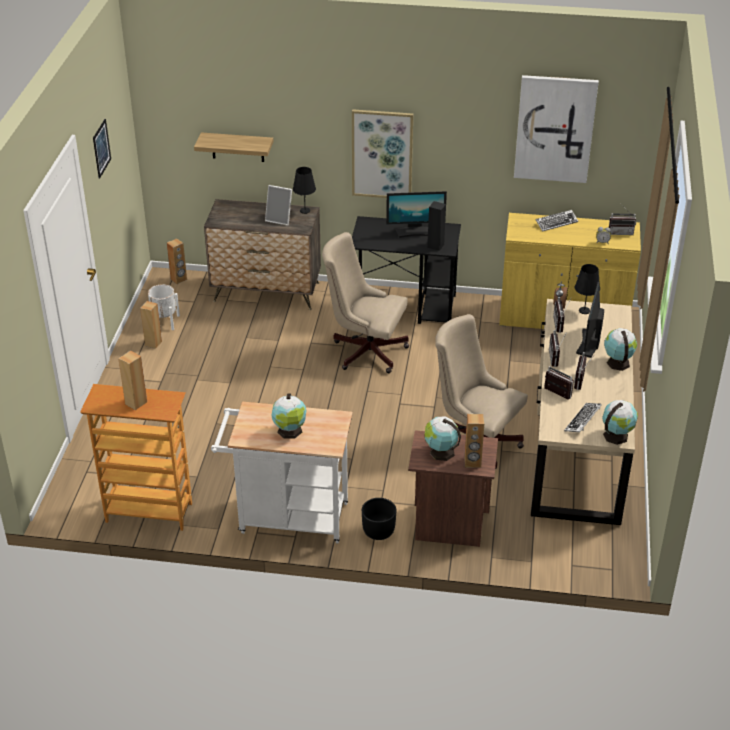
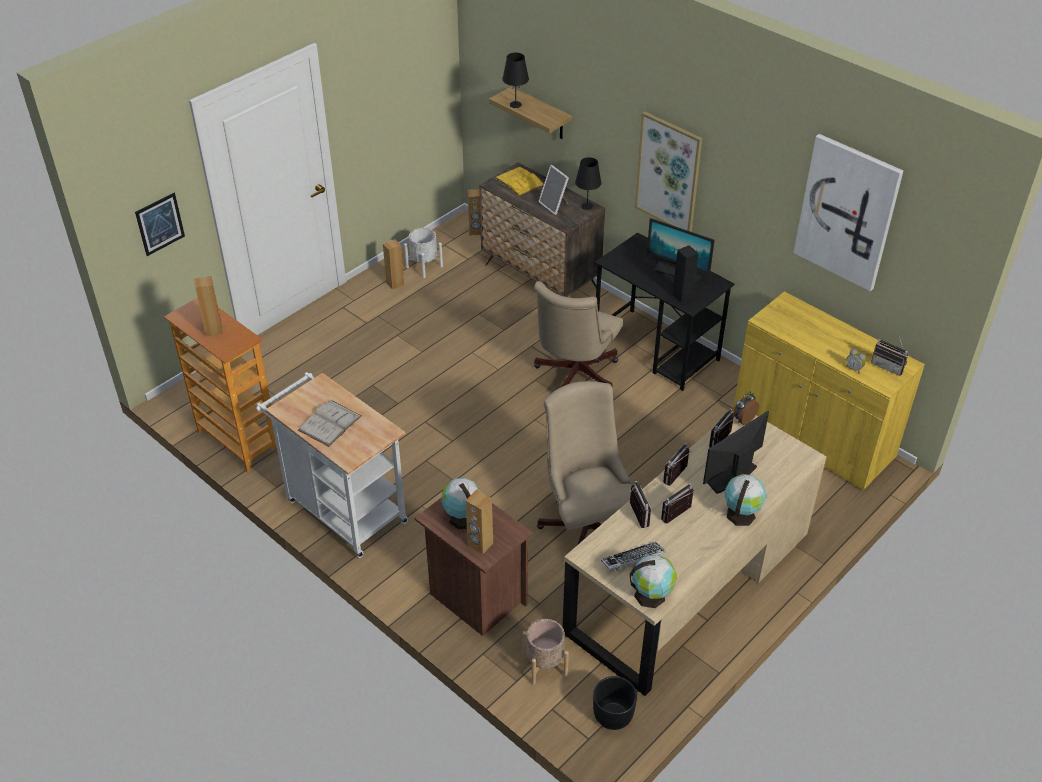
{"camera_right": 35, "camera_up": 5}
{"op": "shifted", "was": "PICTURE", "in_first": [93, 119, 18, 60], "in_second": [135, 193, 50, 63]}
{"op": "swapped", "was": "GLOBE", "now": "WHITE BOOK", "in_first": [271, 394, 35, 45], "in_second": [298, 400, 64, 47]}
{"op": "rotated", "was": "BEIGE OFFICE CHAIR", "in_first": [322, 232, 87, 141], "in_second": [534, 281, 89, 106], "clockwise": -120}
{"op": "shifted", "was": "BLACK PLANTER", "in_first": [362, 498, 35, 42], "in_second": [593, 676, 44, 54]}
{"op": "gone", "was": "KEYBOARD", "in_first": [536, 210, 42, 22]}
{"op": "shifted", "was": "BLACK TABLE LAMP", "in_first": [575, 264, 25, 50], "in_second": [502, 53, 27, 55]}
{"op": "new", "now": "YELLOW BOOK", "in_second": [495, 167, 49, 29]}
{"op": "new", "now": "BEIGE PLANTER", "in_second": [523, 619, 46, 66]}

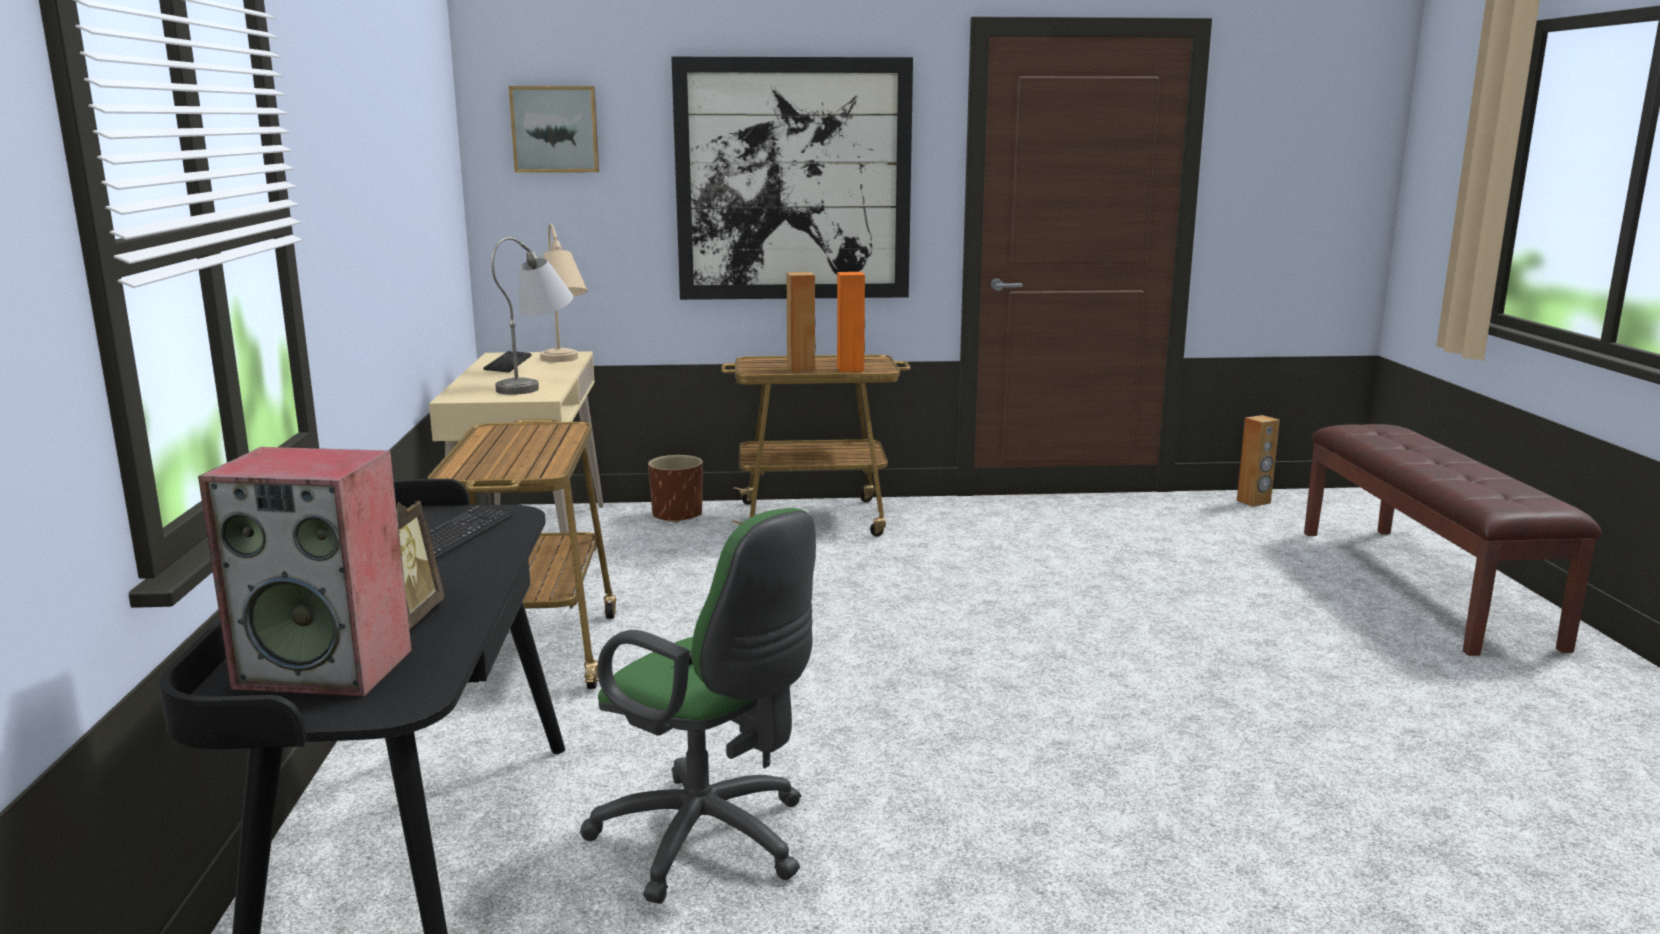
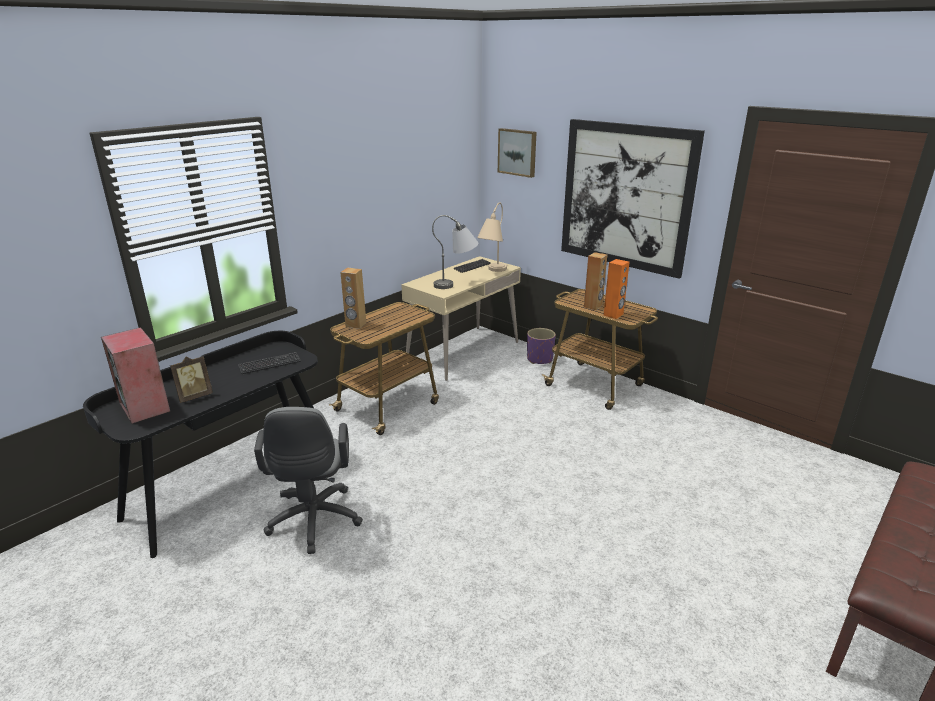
{"camera_right": 45, "camera_up": 10}
{"op": "repainted", "was": "GREEN OFFICE CHAIR", "now": "GREY OFFICE CHAIR", "in_first": [580, 508, 236, 396], "in_second": [254, 407, 109, 147]}
{"op": "repainted", "was": "BROWN PLANTER", "now": "PURPLE PLANTER", "in_first": [648, 455, 55, 68], "in_second": [527, 328, 29, 36]}
{"op": "shifted", "was": "BROWN SPEAKER", "in_first": [1237, 415, 43, 92], "in_second": [340, 268, 26, 61]}

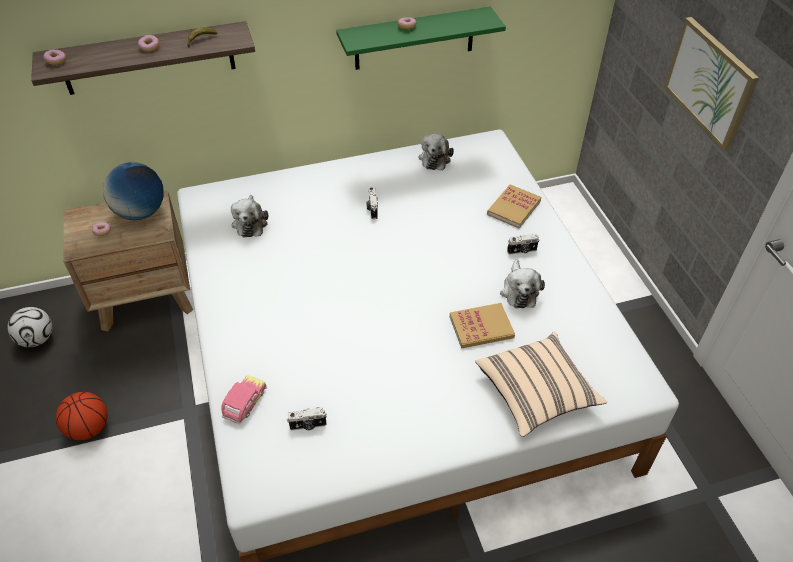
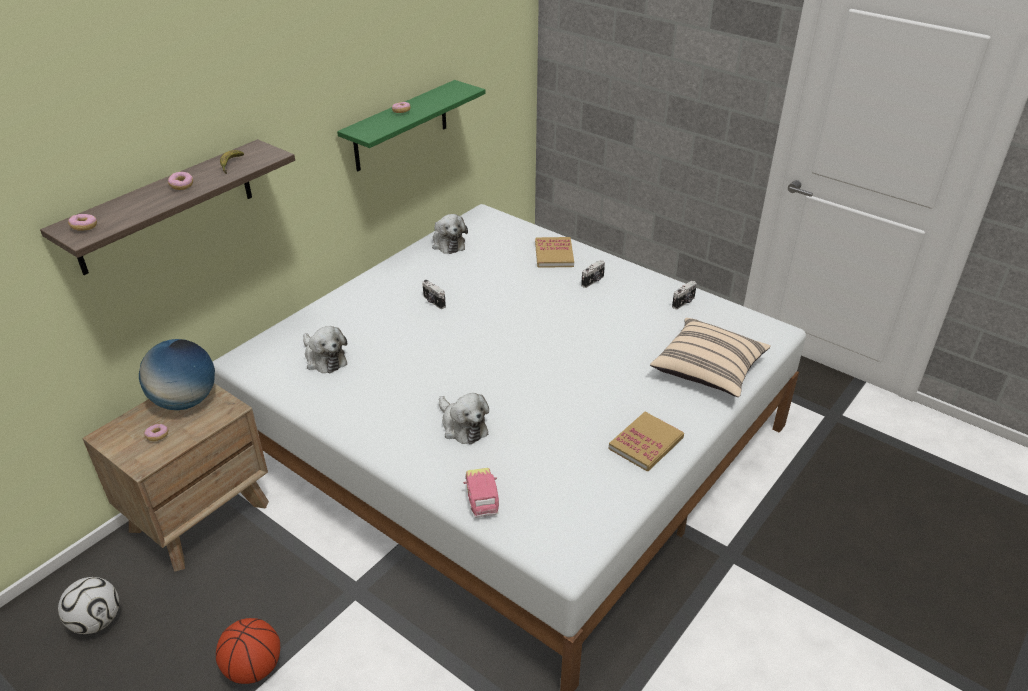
{"camera_right": -35, "camera_up": -10}
{"op": "shifted", "was": "PHOTO CAMERA", "in_first": [287, 407, 40, 23], "in_second": [672, 281, 25, 28]}
{"op": "shifted", "was": "BOOK", "in_first": [450, 303, 65, 45], "in_second": [609, 412, 75, 60]}
{"op": "shifted", "was": "PLUSH TOY", "in_first": [500, 259, 45, 49], "in_second": [439, 393, 50, 51]}
{"op": "gone", "was": "PICTURE", "in_first": [664, 17, 95, 134]}

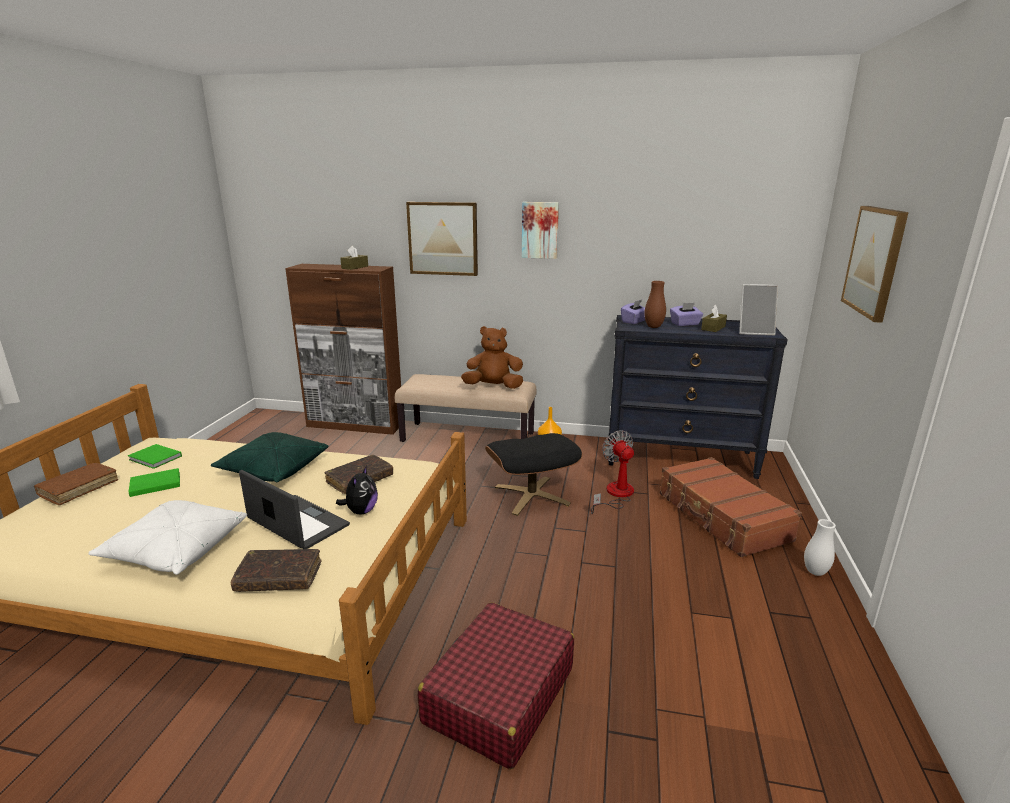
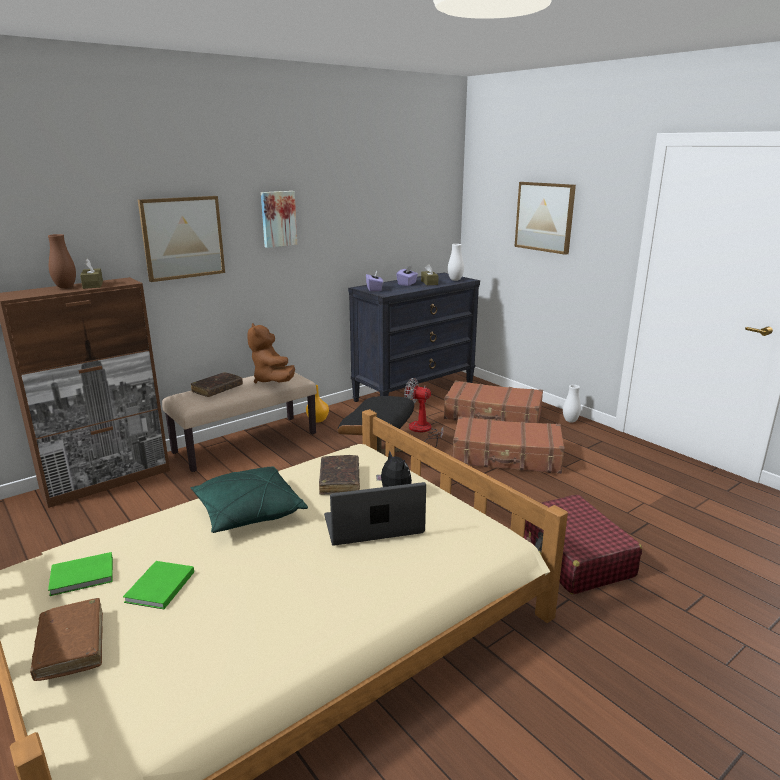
{"camera_right": -50, "camera_up": 0}
{"op": "gone", "was": "WHITE PILLOW", "in_first": [88, 500, 159, 75]}
{"op": "shifted", "was": "BROWN BOOK", "in_first": [231, 549, 91, 43], "in_second": [190, 372, 53, 25]}
{"op": "rotated", "was": "BROWN PLUSH TOY", "in_first": [461, 326, 62, 63], "in_second": [247, 323, 48, 61], "clockwise": -60}
{"op": "shifted", "was": "BROWN VASE", "in_first": [644, 281, 22, 47], "in_second": [48, 234, 28, 54]}
{"op": "swapped", "was": "PICTURE FRAME", "now": "WHITE VASE", "in_first": [739, 284, 39, 52], "in_second": [448, 244, 16, 37]}
{"op": "new", "now": "BROWN SUITCASE", "in_second": [453, 416, 112, 58]}

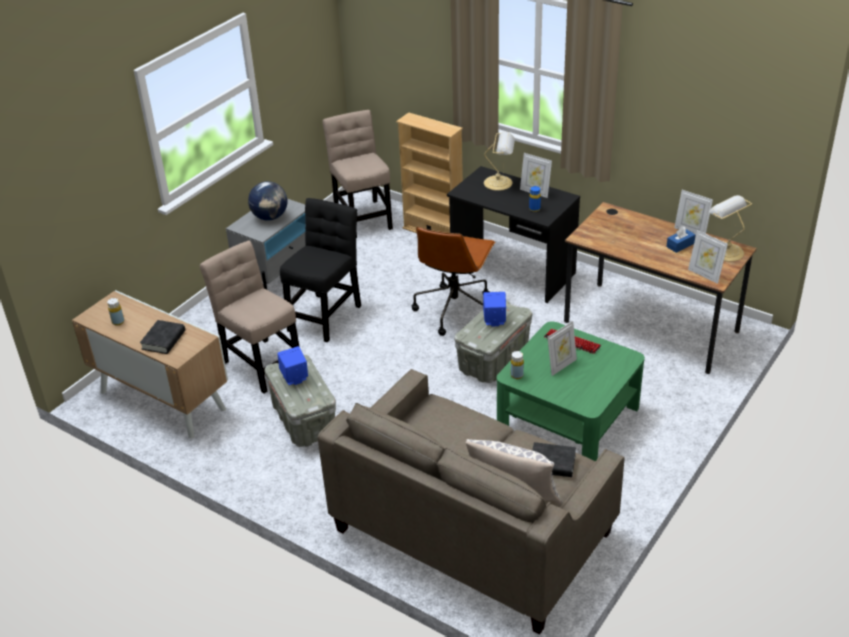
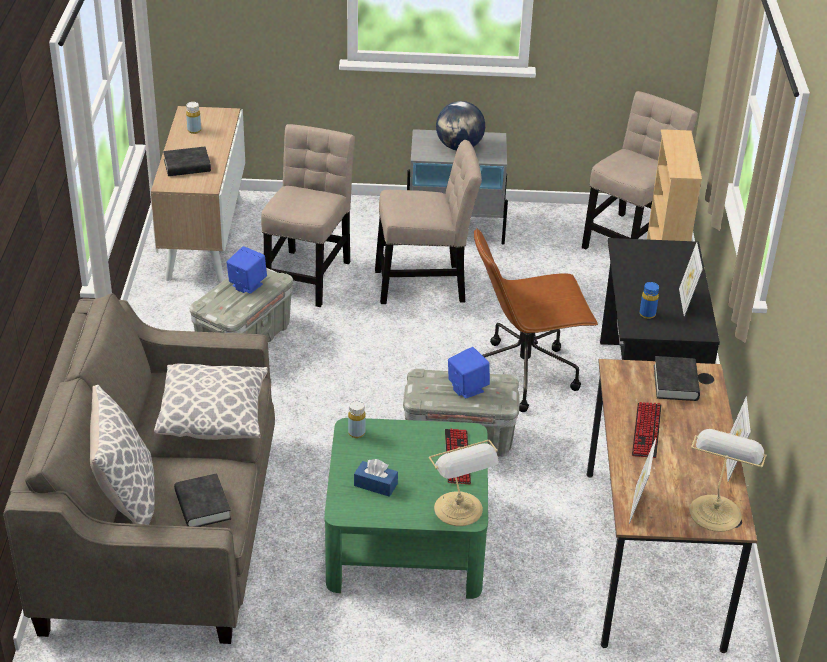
{"camera_right": 55, "camera_up": 0}
{"op": "repainted", "was": "BLACK CHAIR", "now": "BEIGE CHAIR", "in_first": [280, 198, 81, 144], "in_second": [375, 140, 107, 164]}
{"op": "shifted", "was": "TABLE LAMP", "in_first": [484, 131, 31, 60], "in_second": [429, 440, 70, 86]}
{"op": "gone", "was": "PICTURE FRAME", "in_first": [547, 321, 30, 55]}
{"op": "shifted", "was": "BLUE TISSUE BOX", "in_first": [666, 226, 30, 27], "in_second": [354, 459, 44, 38]}
{"op": "new", "now": "PILLOW", "in_second": [154, 363, 114, 77]}
{"op": "new", "now": "KEYBOARD", "in_second": [632, 402, 29, 56]}
{"op": "new", "now": "BLACK BOOK", "in_second": [654, 356, 46, 45]}

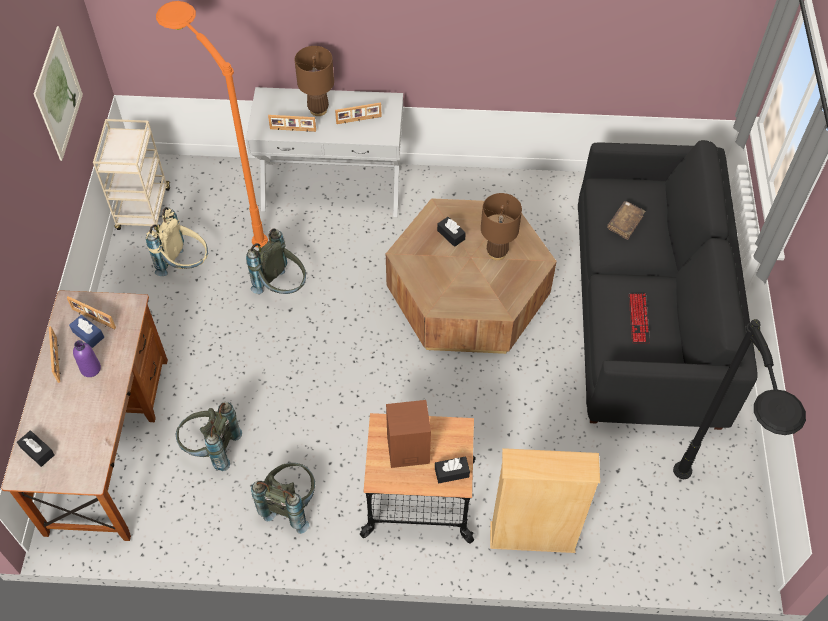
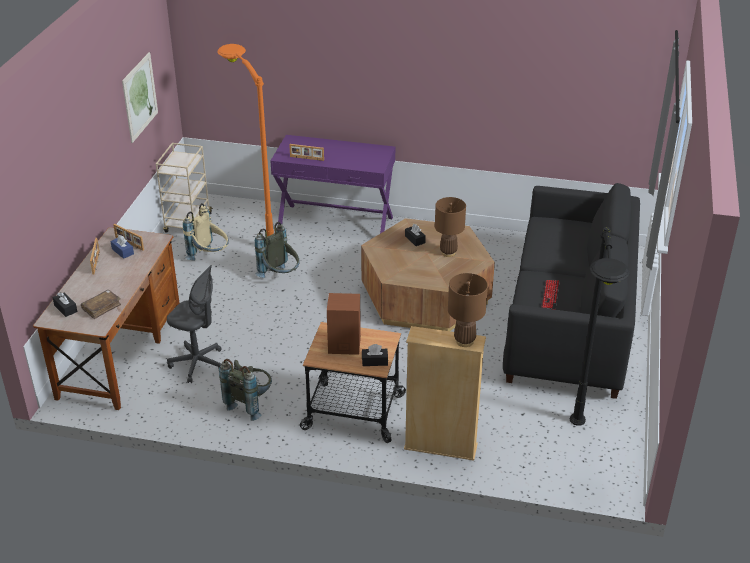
{"camera_right": 10, "camera_up": -20}
{"op": "gone", "was": "PURPLE BOTTLE", "in_first": [73, 340, 28, 37]}
{"op": "swapped", "was": "GREY BACKPACK", "now": "GREY OFFICE CHAIR", "in_first": [176, 402, 66, 69], "in_second": [167, 265, 54, 118]}
{"op": "repainted", "was": "WHITE CONSOLE TABLE", "now": "PURPLE CONSOLE TABLE", "in_first": [246, 87, 157, 130], "in_second": [270, 135, 126, 98]}
{"op": "shifted", "was": "BROWN TABLE LAMP", "in_first": [295, 46, 39, 70], "in_second": [448, 273, 40, 74]}
{"op": "gone", "was": "PICTURE FRAME", "in_first": [335, 102, 47, 22]}
{"op": "shifted", "was": "BROWN BOOK", "in_first": [607, 201, 38, 39], "in_second": [81, 290, 40, 29]}

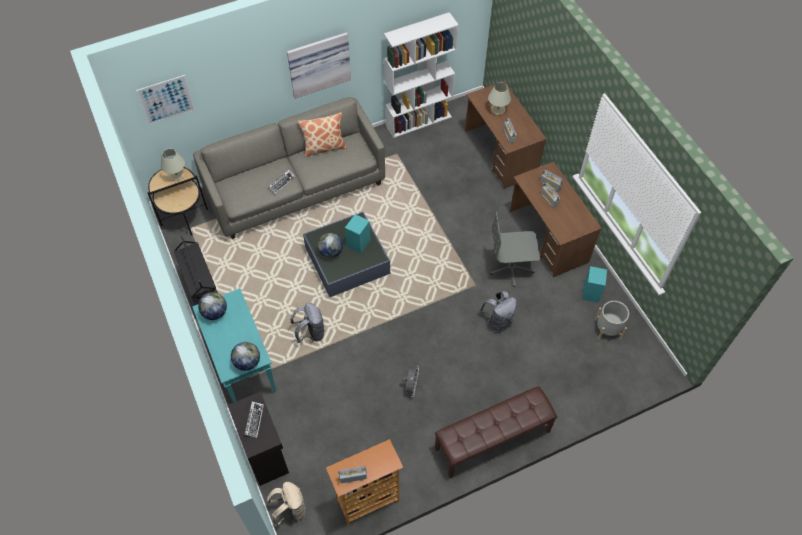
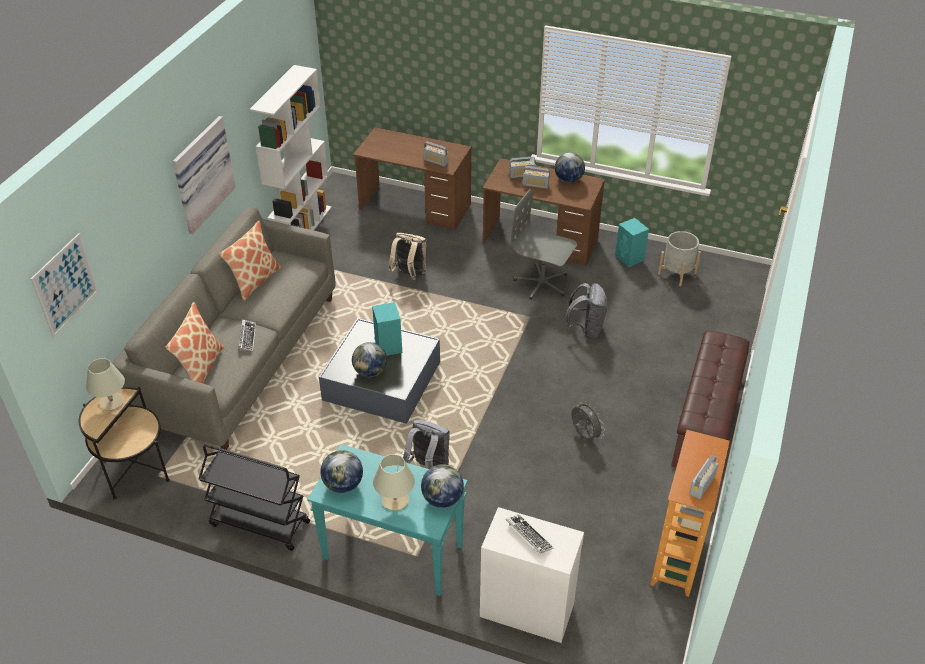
{"camera_right": -45, "camera_up": -15}
{"op": "repainted", "was": "BLACK CABINET", "now": "WHITE CABINET", "in_first": [227, 392, 62, 94], "in_second": [480, 507, 104, 136]}
{"op": "shifted", "was": "BEIGE BACKPACK", "in_first": [267, 482, 39, 45], "in_second": [388, 233, 38, 47]}
{"op": "shifted", "was": "BEIGE TABLE LAMP", "in_first": [488, 82, 23, 33], "in_second": [373, 454, 42, 57]}
{"op": "rotated", "was": "GREY OFFICE CHAIR", "in_first": [490, 212, 50, 75], "in_second": [511, 189, 66, 111], "clockwise": 75}
{"op": "new", "now": "PILLOW", "in_second": [165, 302, 59, 81]}
{"op": "new", "now": "GLOBE", "in_second": [555, 152, 30, 31]}

